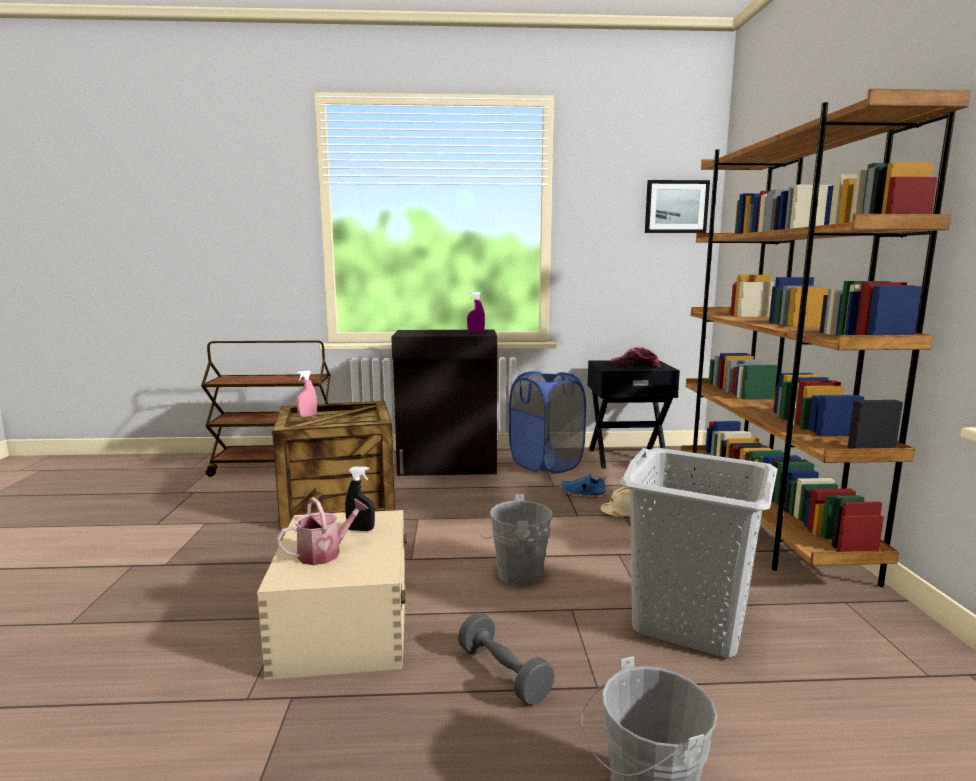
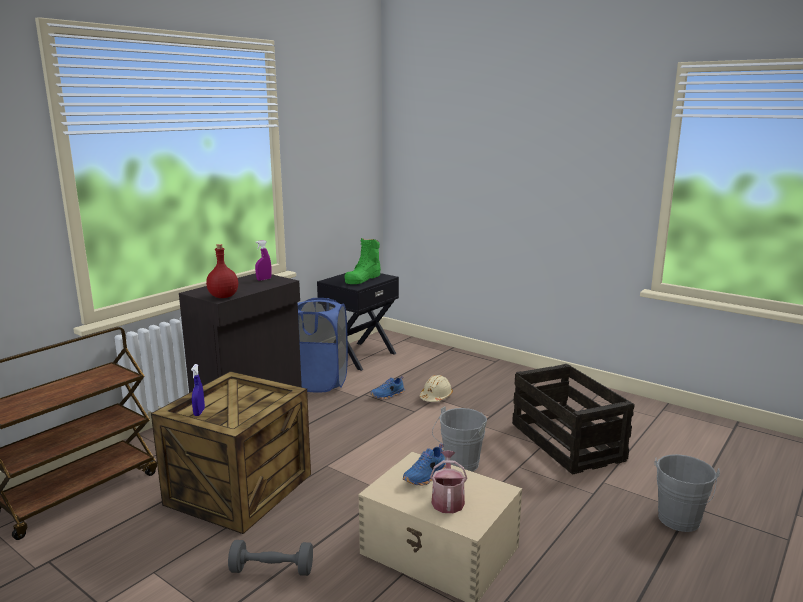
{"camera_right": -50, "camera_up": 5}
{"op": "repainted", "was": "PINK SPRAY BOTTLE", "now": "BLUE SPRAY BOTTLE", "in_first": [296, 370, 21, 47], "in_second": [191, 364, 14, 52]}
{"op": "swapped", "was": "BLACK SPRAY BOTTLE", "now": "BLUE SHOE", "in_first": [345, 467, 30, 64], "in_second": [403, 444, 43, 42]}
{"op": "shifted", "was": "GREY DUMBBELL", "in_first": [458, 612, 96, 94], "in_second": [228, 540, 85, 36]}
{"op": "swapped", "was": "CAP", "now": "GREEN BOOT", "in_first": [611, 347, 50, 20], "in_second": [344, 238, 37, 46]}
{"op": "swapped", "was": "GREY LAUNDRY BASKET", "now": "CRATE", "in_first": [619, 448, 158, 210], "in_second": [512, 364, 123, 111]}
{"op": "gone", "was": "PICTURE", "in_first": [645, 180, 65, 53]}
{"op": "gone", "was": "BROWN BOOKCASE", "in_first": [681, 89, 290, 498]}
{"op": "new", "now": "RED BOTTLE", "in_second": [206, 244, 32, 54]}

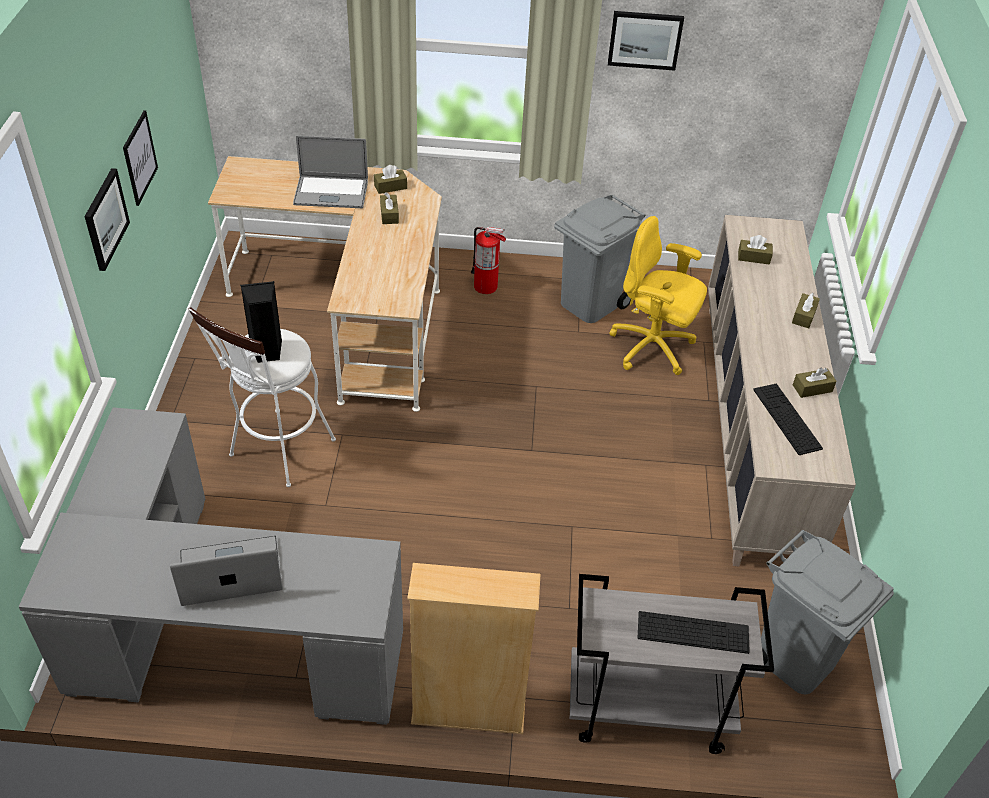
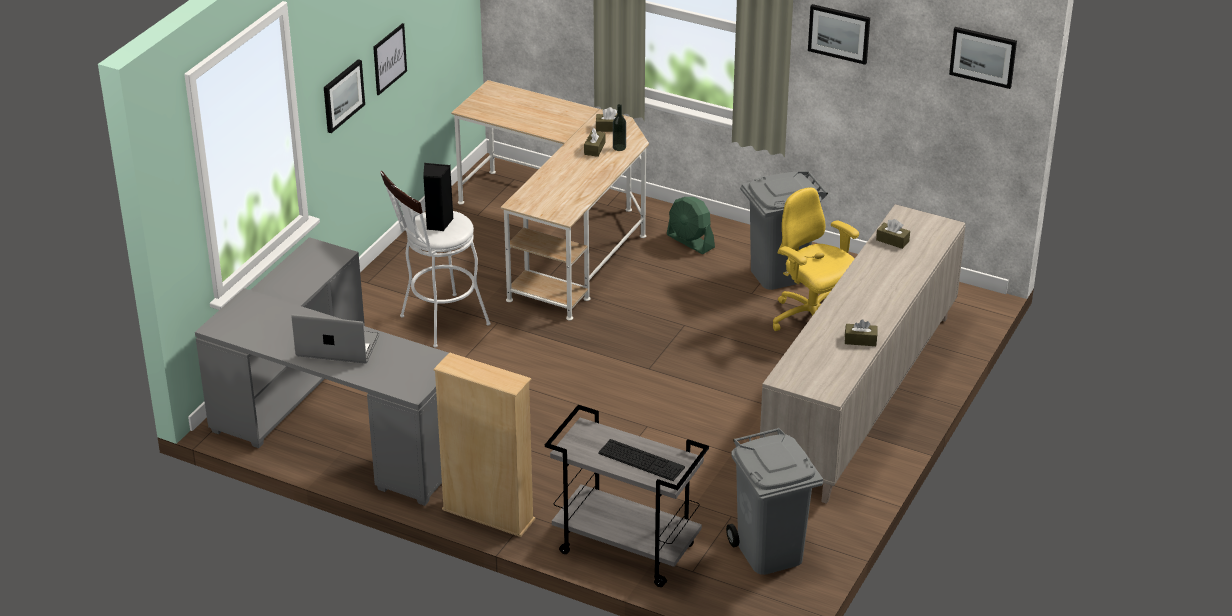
{"camera_right": 25, "camera_up": -10}
{"op": "gone", "was": "LAPTOP", "in_first": [293, 136, 75, 72]}
{"op": "swapped", "was": "FIRE EXTINGUISHER", "now": "GREEN FAN", "in_first": [471, 227, 35, 67], "in_second": [666, 197, 49, 57]}
{"op": "gone", "was": "KEYBOARD", "in_first": [753, 384, 70, 71]}
{"op": "gone", "was": "BROWN TISSUE BOX", "in_first": [792, 293, 28, 35]}
{"op": "new", "now": "BOTTLE", "in_second": [613, 104, 13, 47]}
{"op": "new", "now": "PICTURE", "in_second": [949, 27, 68, 62]}

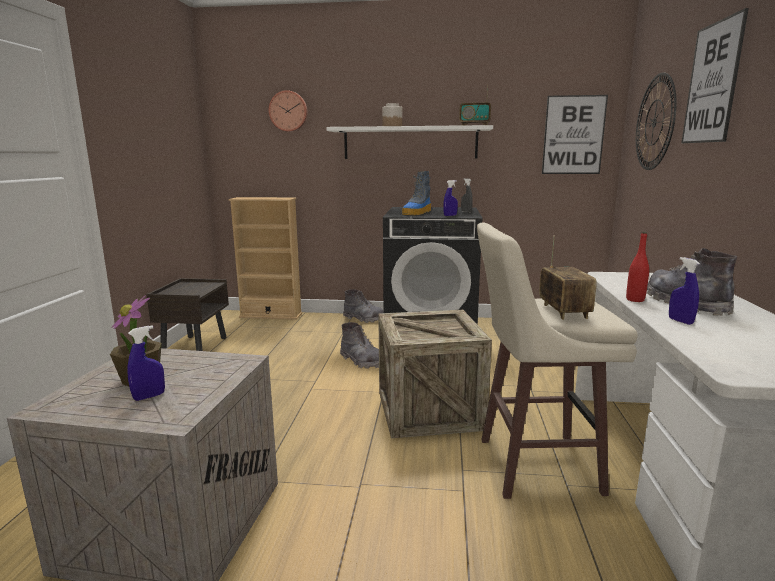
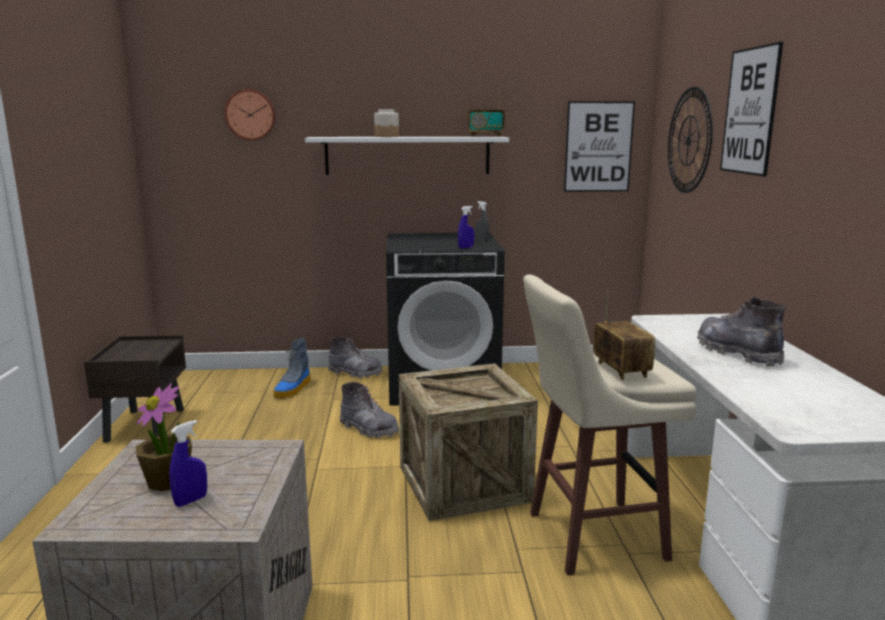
{"camera_right": -10, "camera_up": 0}
{"op": "gone", "was": "BEIGE BOOKCASE", "in_first": [229, 197, 73, 123]}
{"op": "shifted", "was": "BOOT", "in_first": [402, 171, 29, 44], "in_second": [274, 338, 37, 61]}
{"op": "gone", "was": "RED BOTTLE", "in_first": [626, 232, 23, 70]}
{"op": "gone", "was": "BLUE SPRAY BOTTLE", "in_first": [669, 257, 31, 68]}

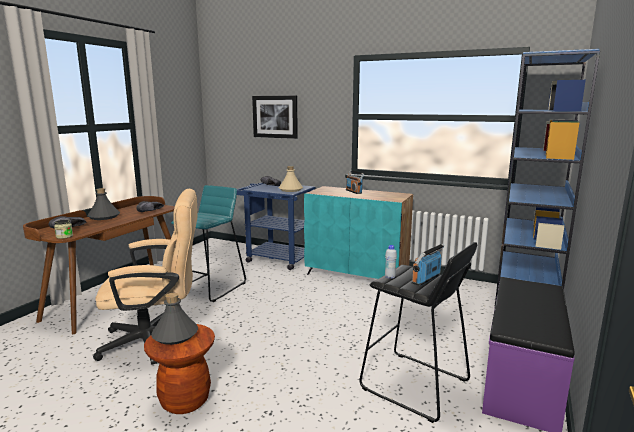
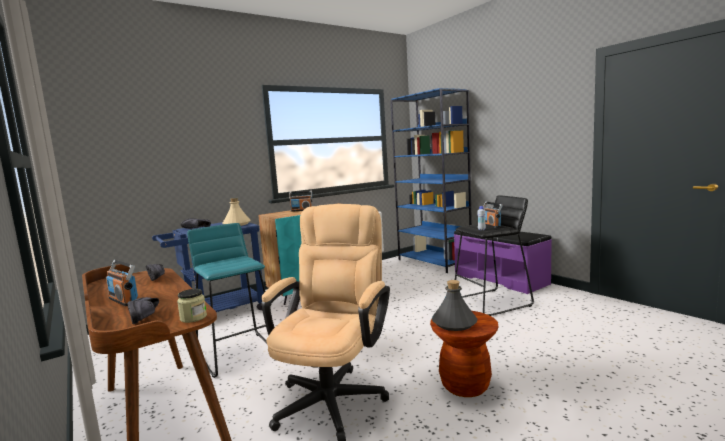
{"camera_right": -60, "camera_up": -5}
{"op": "swapped", "was": "GREY BOTTLE", "now": "RADIO", "in_first": [87, 188, 33, 32], "in_second": [106, 260, 32, 46]}
{"op": "gone", "was": "PICTURE", "in_first": [252, 96, 46, 43]}

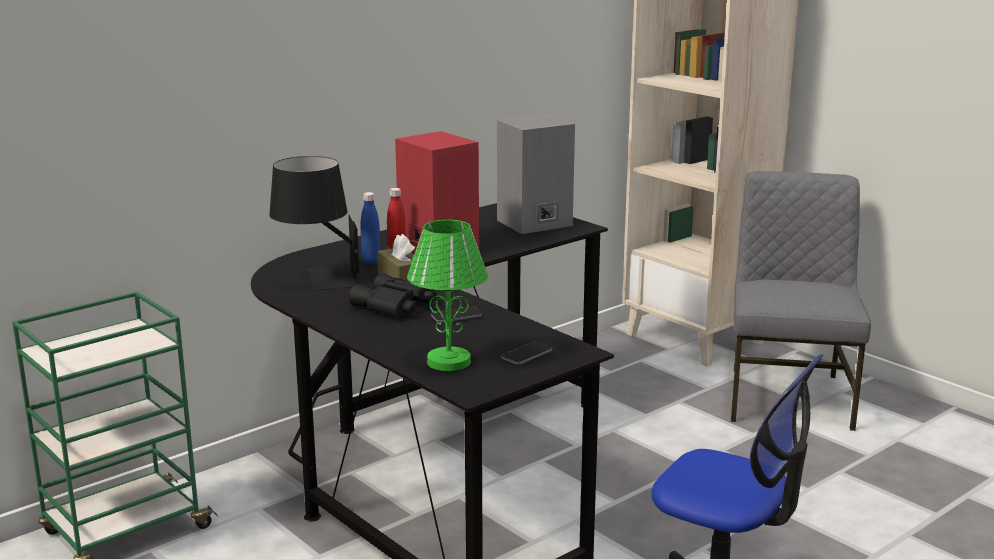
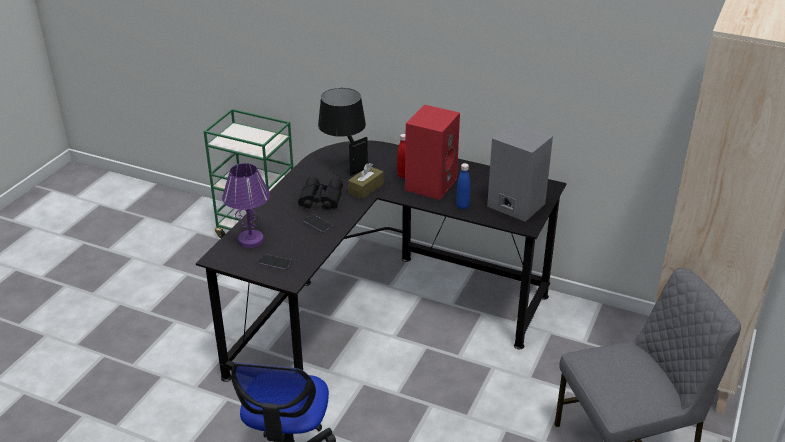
{"camera_right": 65, "camera_up": 15}
{"op": "shifted", "was": "BLUE BOTTLE", "in_first": [361, 192, 19, 72], "in_second": [456, 163, 14, 46]}
{"op": "repainted", "was": "GREEN TABLE LAMP", "now": "PURPLE TABLE LAMP", "in_first": [407, 220, 81, 151], "in_second": [222, 163, 48, 85]}

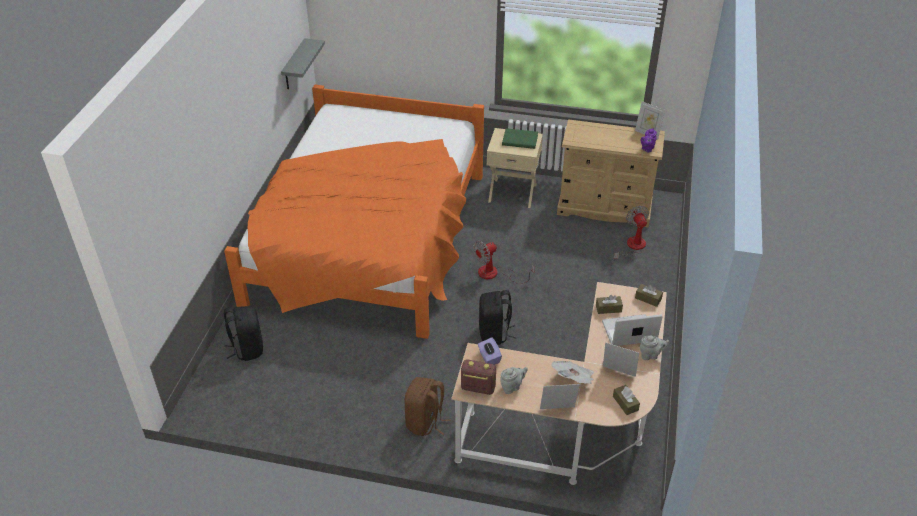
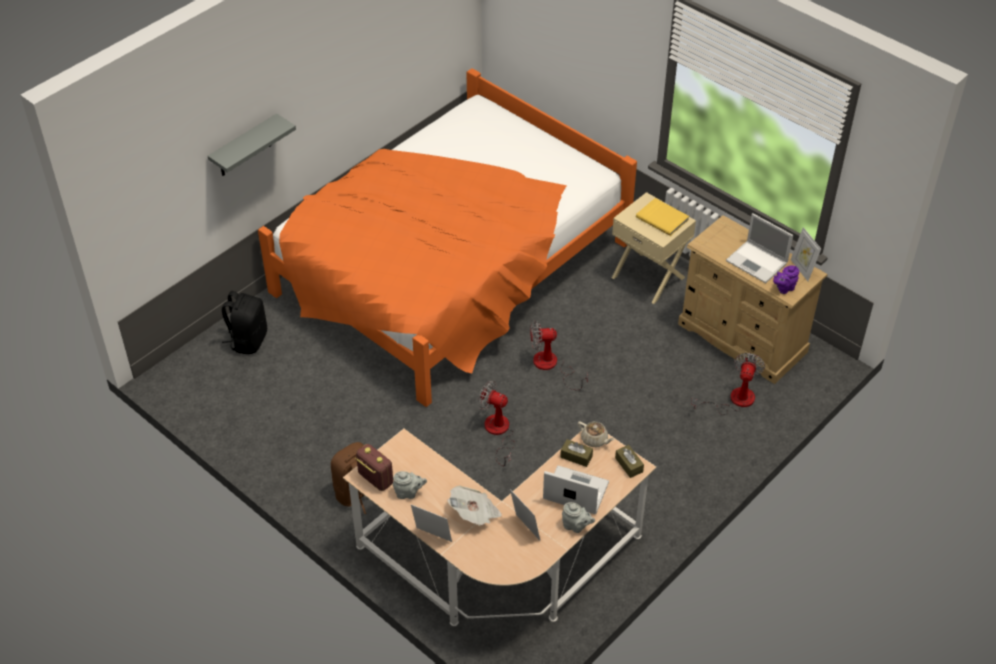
{"camera_right": 30, "camera_up": 5}
{"op": "shifted", "was": "GREY SHELF", "in_first": [281, 38, 44, 51], "in_second": [208, 114, 88, 62]}
{"op": "gone", "was": "PURPLE TISSUE BOX", "in_first": [478, 337, 24, 27]}
{"op": "swapped", "was": "BLACK BACKPACK", "now": "FAN", "in_first": [479, 290, 38, 55], "in_second": [478, 381, 37, 85]}
{"op": "repainted", "was": "GREEN BOOK", "now": "YELLOW BOOK", "in_first": [502, 128, 36, 21], "in_second": [636, 198, 53, 38]}
{"op": "gone", "was": "BROWN TISSUE BOX", "in_first": [613, 385, 27, 30]}
{"op": "new", "now": "BEIGE TEAPOT", "in_second": [578, 421, 37, 26]}
{"op": "new", "now": "LAPTOP", "in_second": [726, 213, 67, 70]}

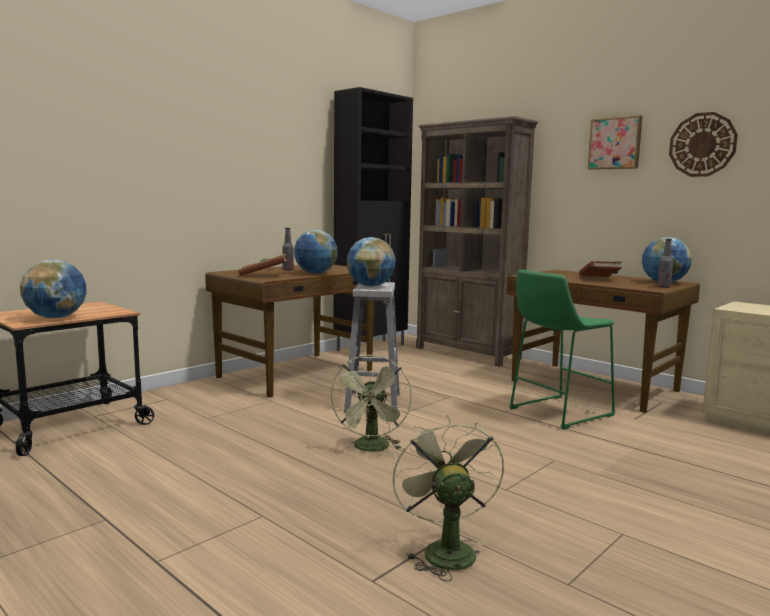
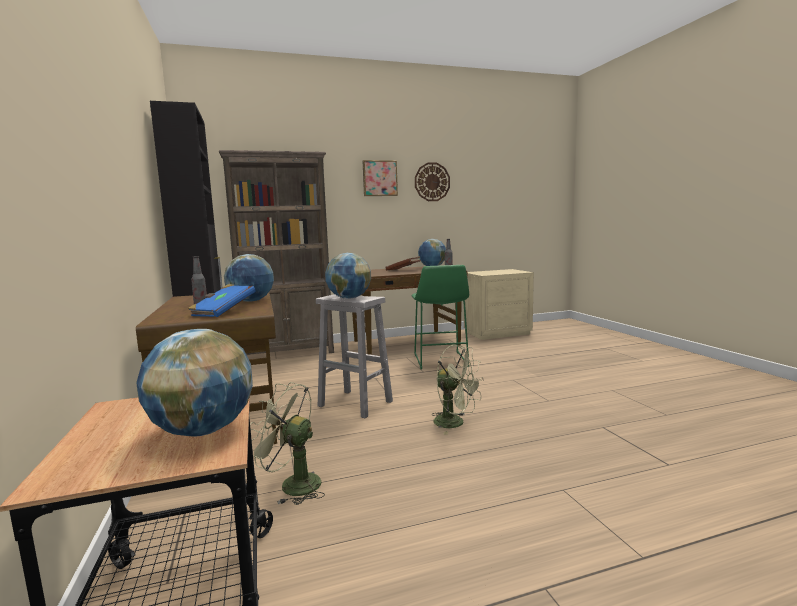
{"camera_right": -60, "camera_up": 0}
{"op": "repainted", "was": "BROWN BOOK", "now": "BLUE BOOK", "in_first": [238, 254, 49, 22], "in_second": [188, 284, 67, 33]}
{"op": "shifted", "was": "GREEN FAN", "in_first": [392, 415, 112, 166], "in_second": [250, 382, 75, 123]}

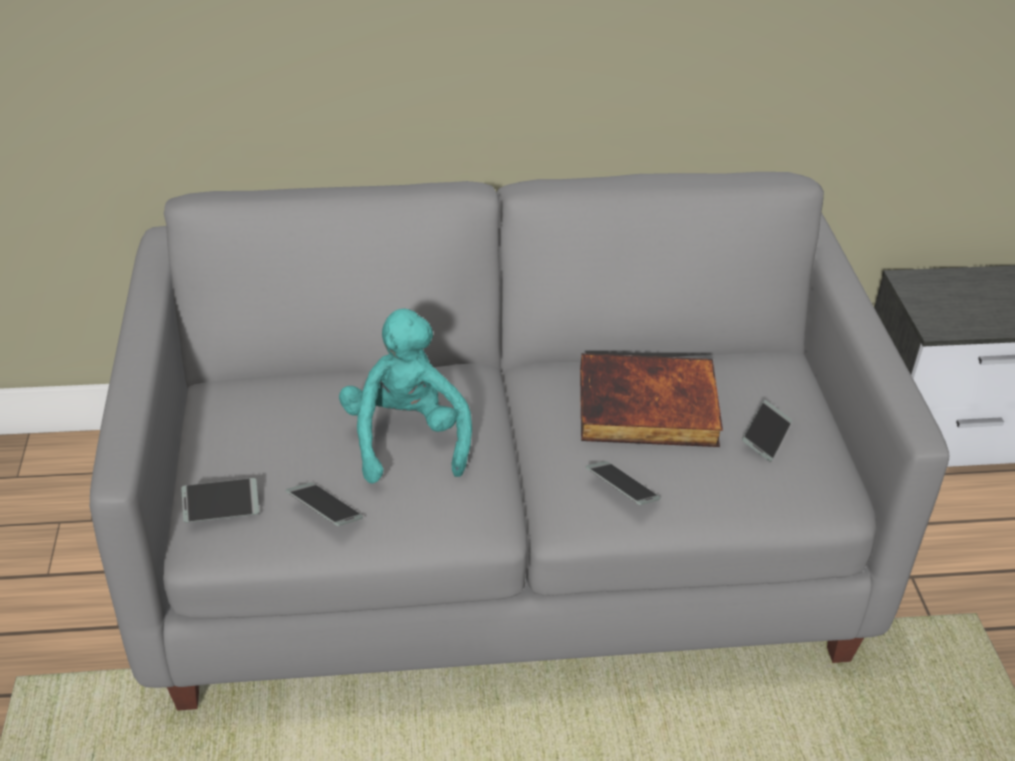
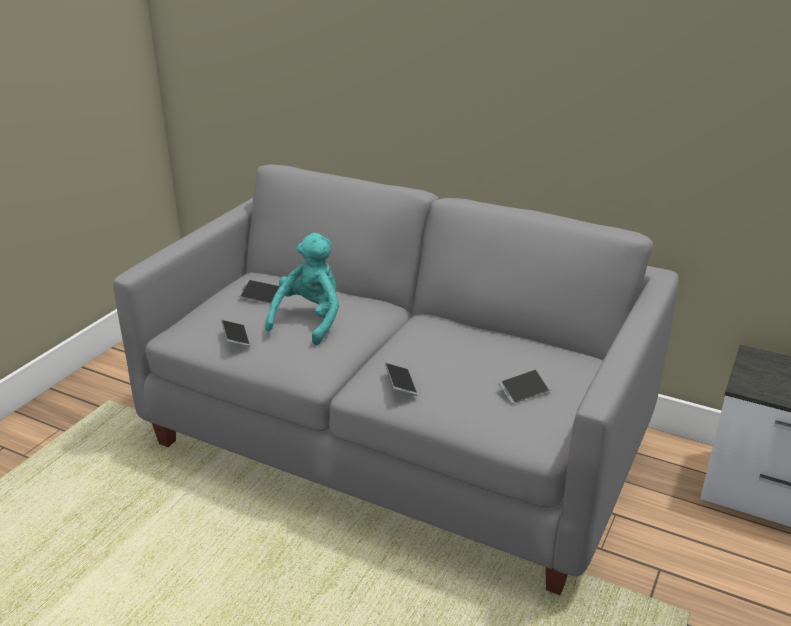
{"camera_right": 35, "camera_up": -10}
{"op": "shifted", "was": "PHONE", "in_first": [181, 478, 78, 45], "in_second": [238, 280, 41, 24]}
{"op": "gone", "was": "BOOK", "in_first": [580, 353, 143, 94]}

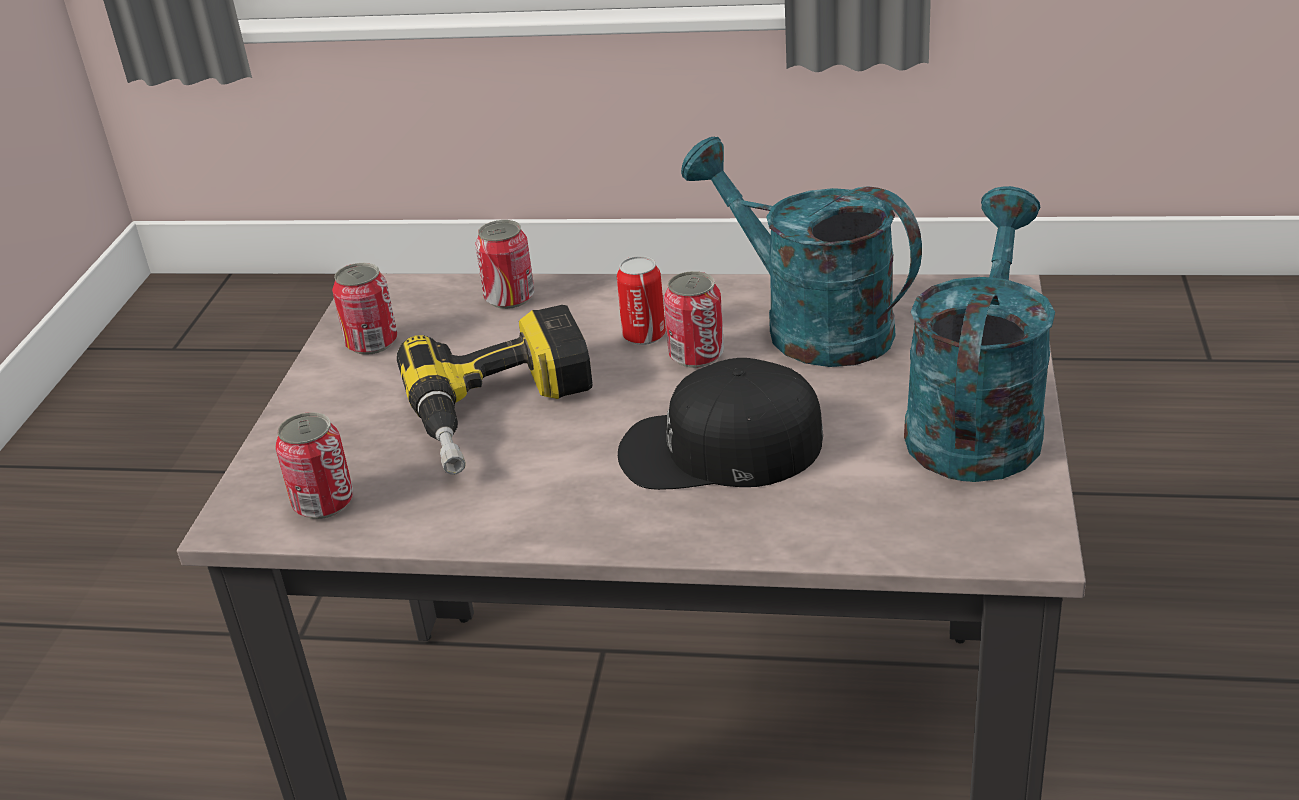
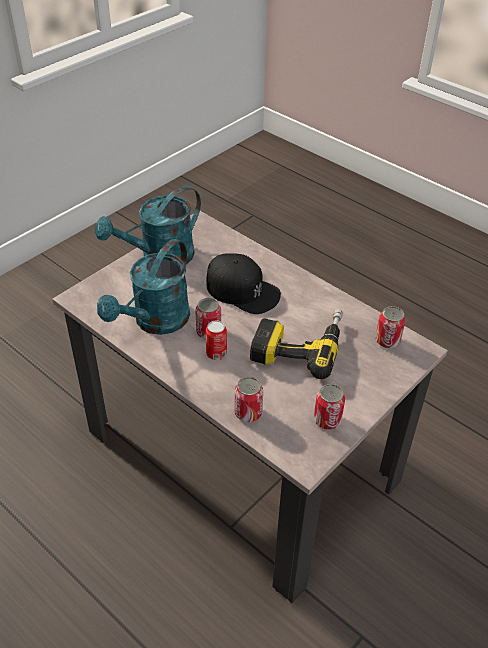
{"camera_right": -150, "camera_up": 10}
{"op": "rotated", "was": "TURQUOISE WATERING CAN", "in_first": [681, 137, 241, 230], "in_second": [97, 239, 93, 96], "clockwise": 45}

